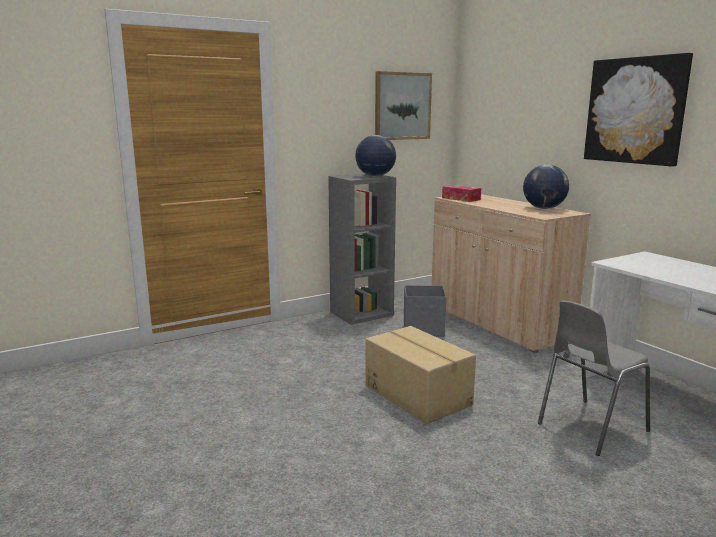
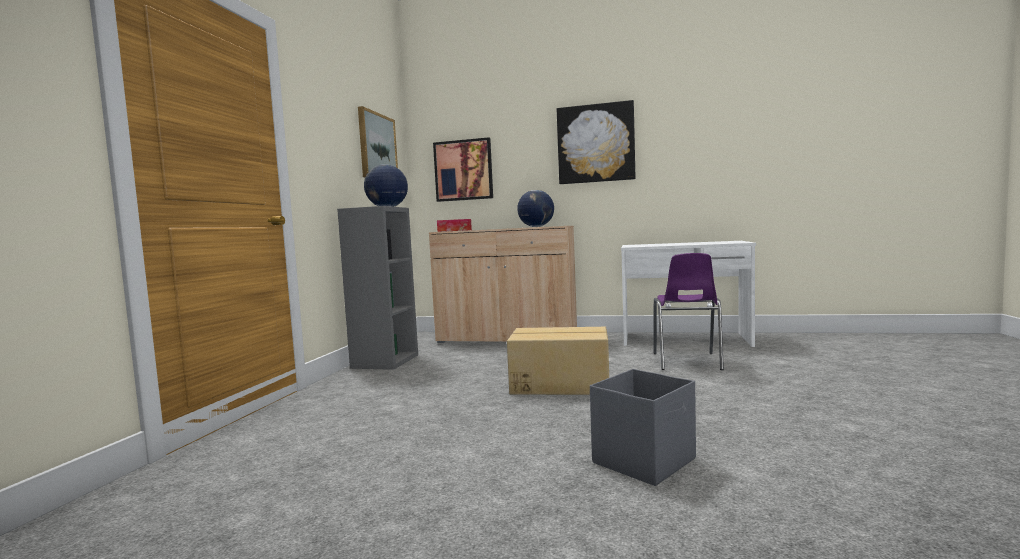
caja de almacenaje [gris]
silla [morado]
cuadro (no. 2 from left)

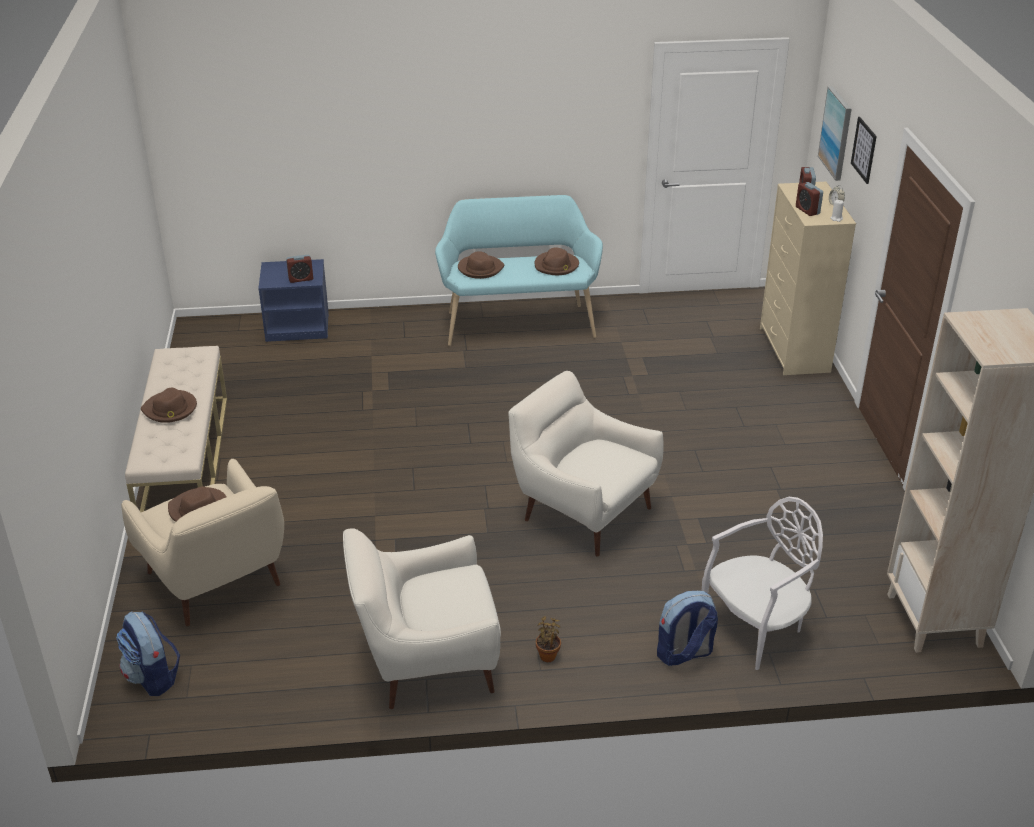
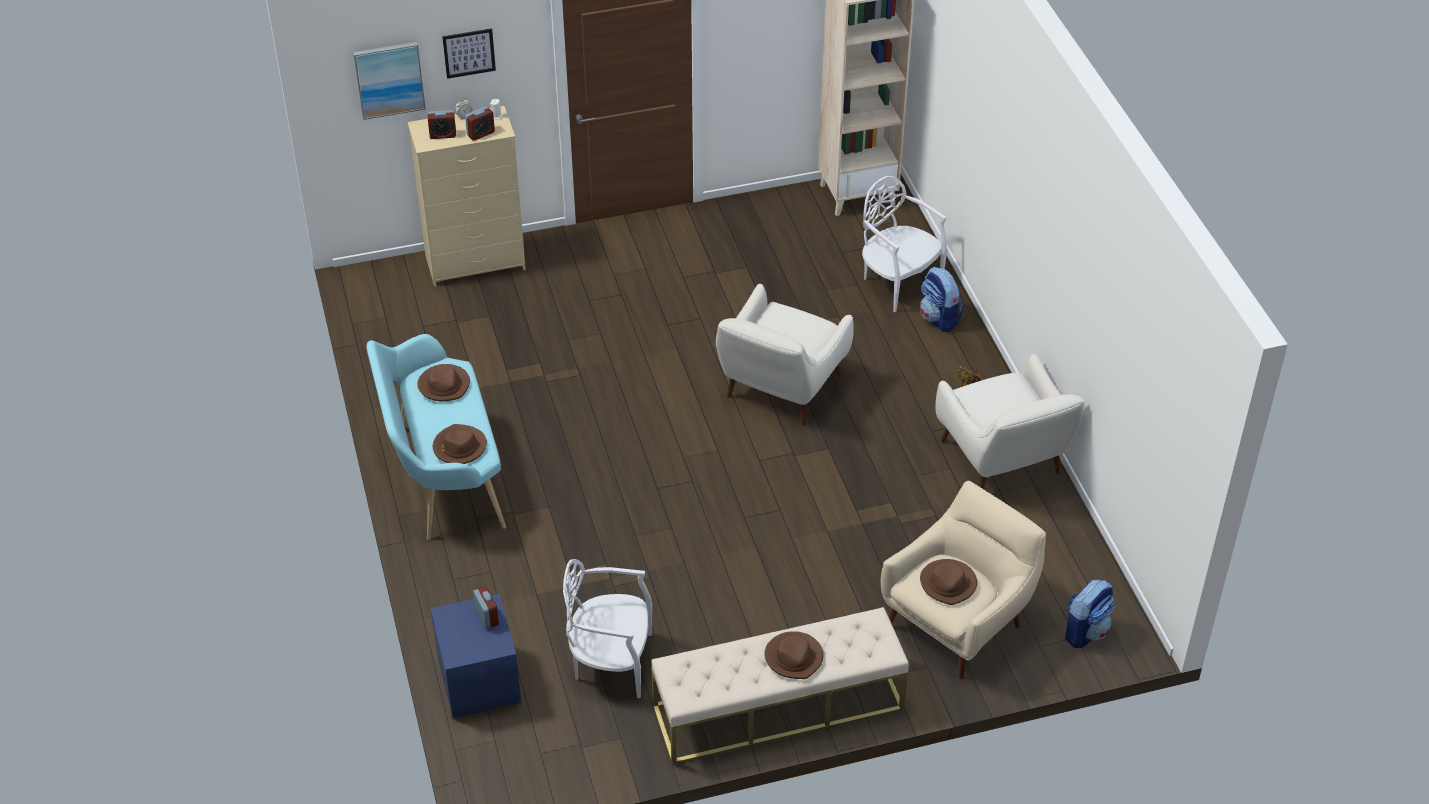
silla [blanco] (no. 1 from left)

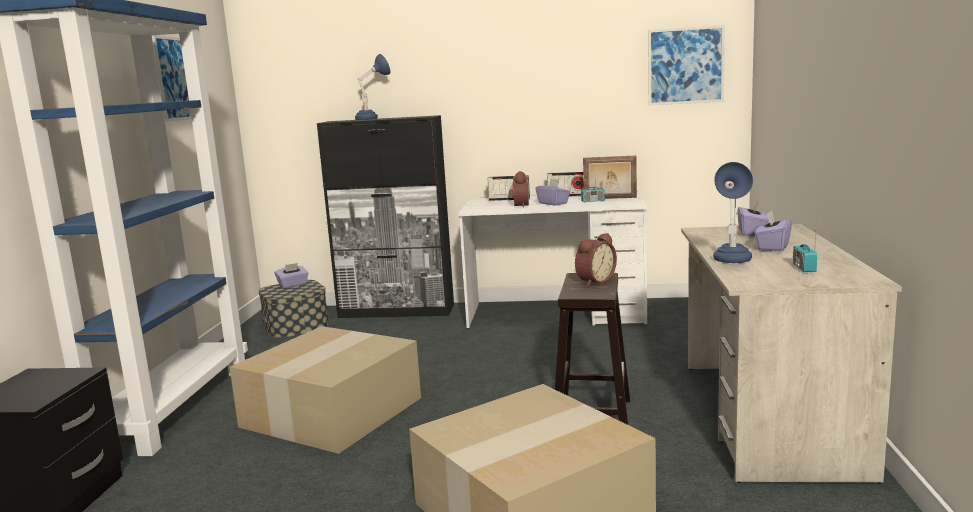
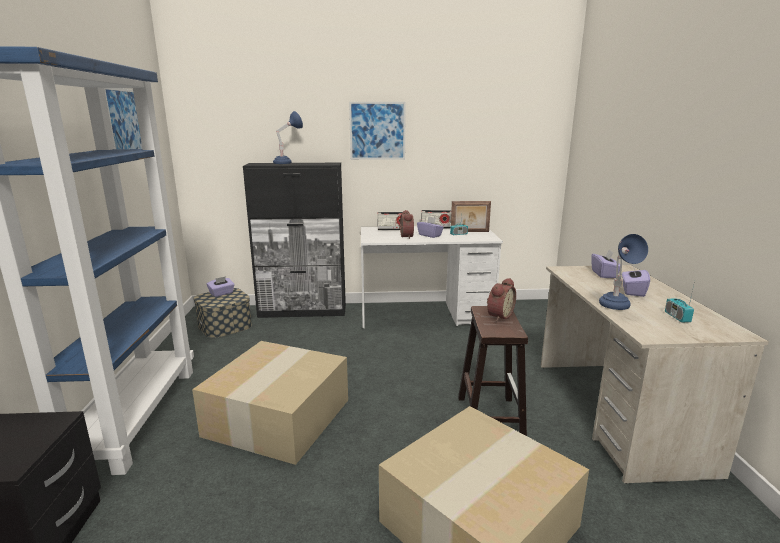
cuadro (no. 2 from left)

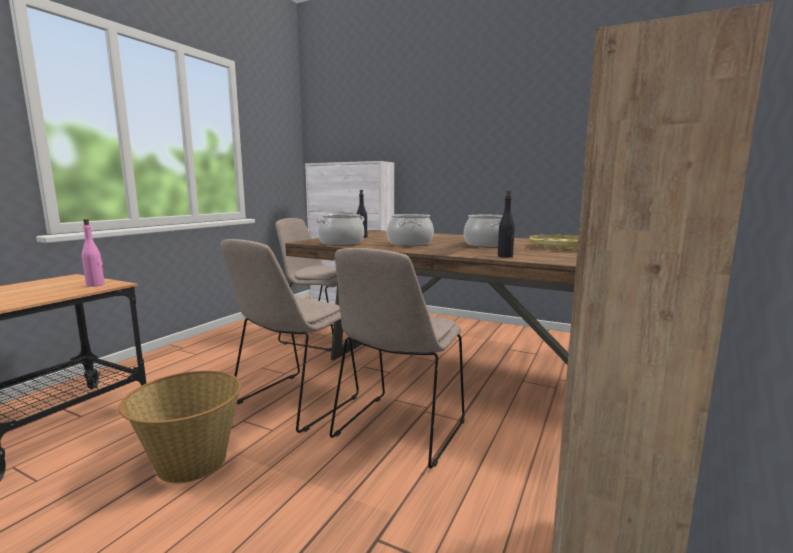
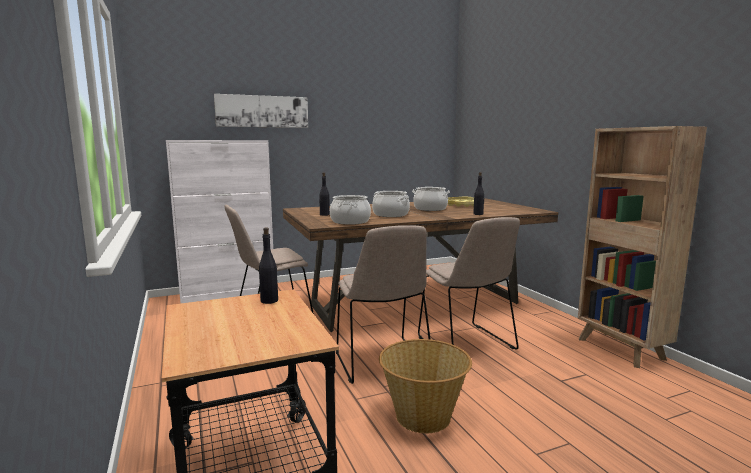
botella [negro] (no. 1 from left)
cuadro

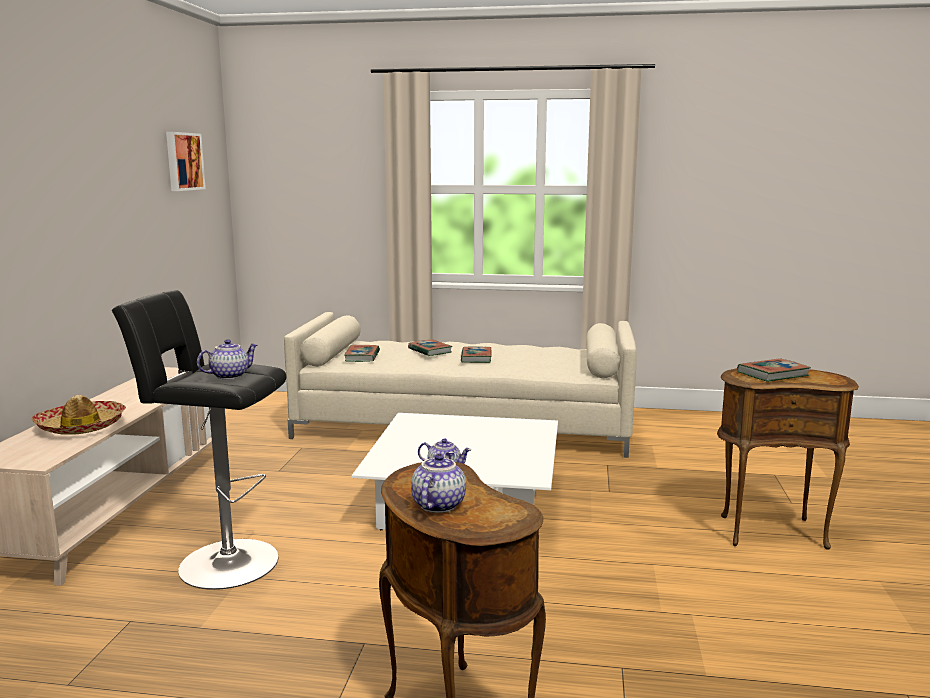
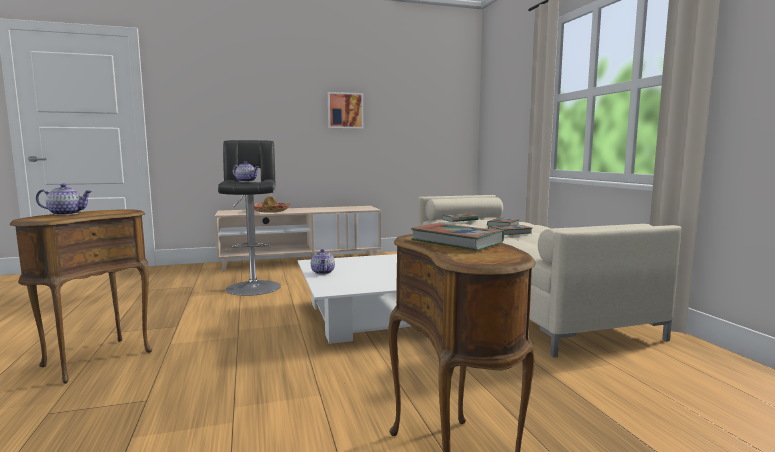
cuadro

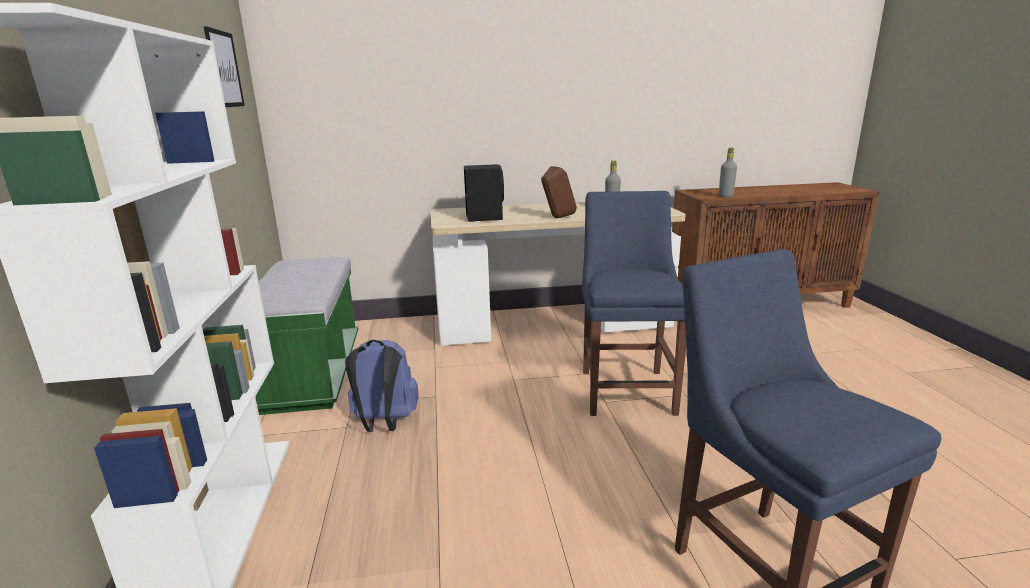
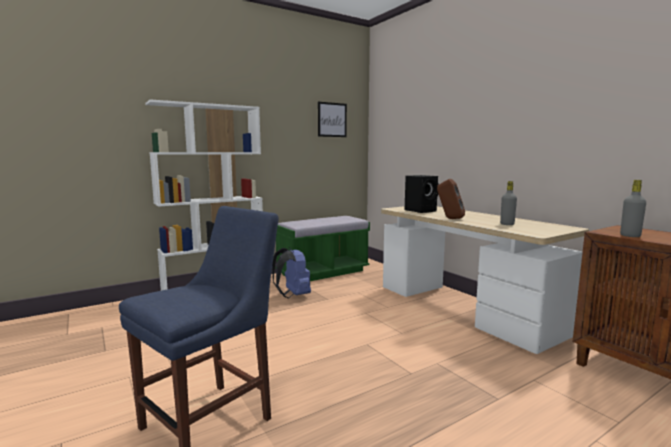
silla [azul] (no. 1 from left in the first image)

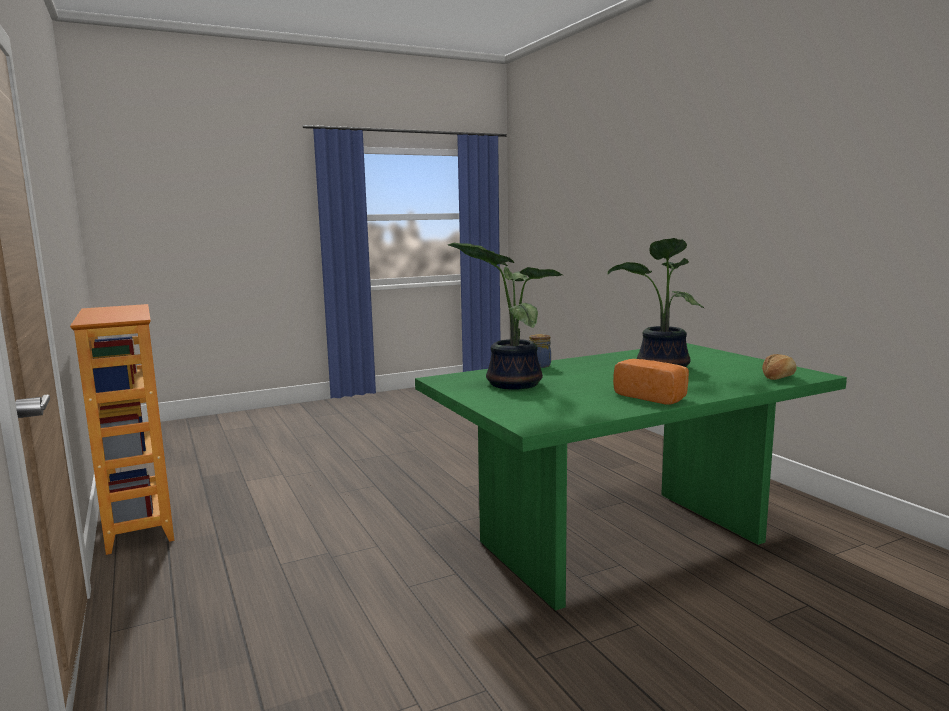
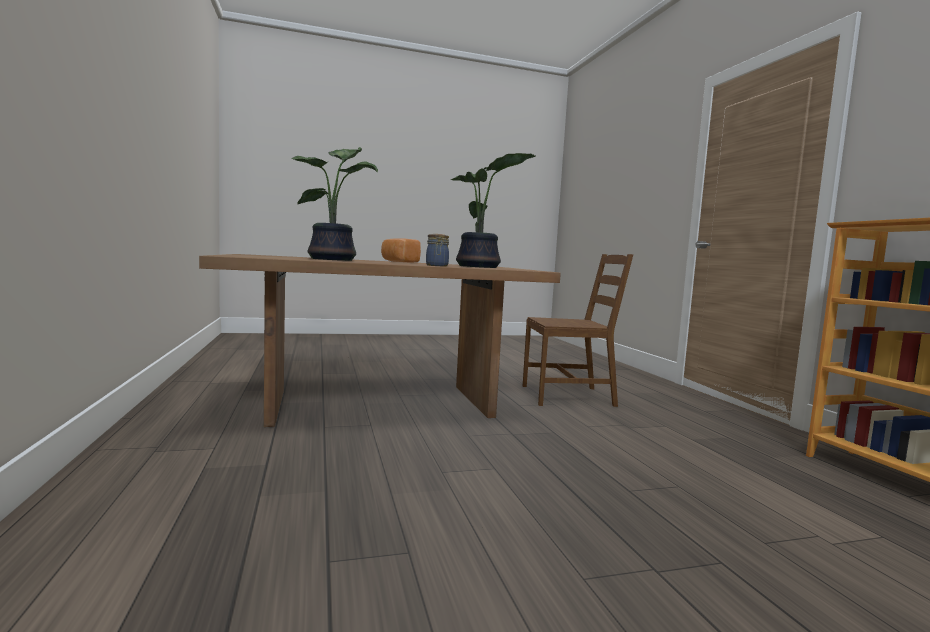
mesa de comedor [marrón]
pan (no. 2 from left in the first image)
silla [marrón]

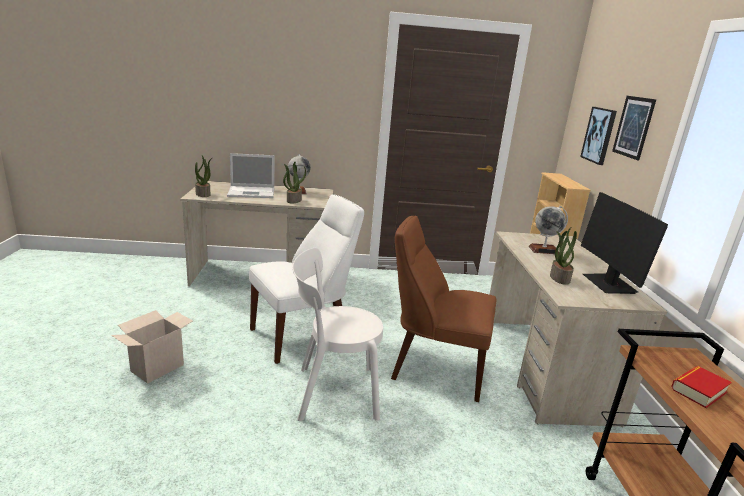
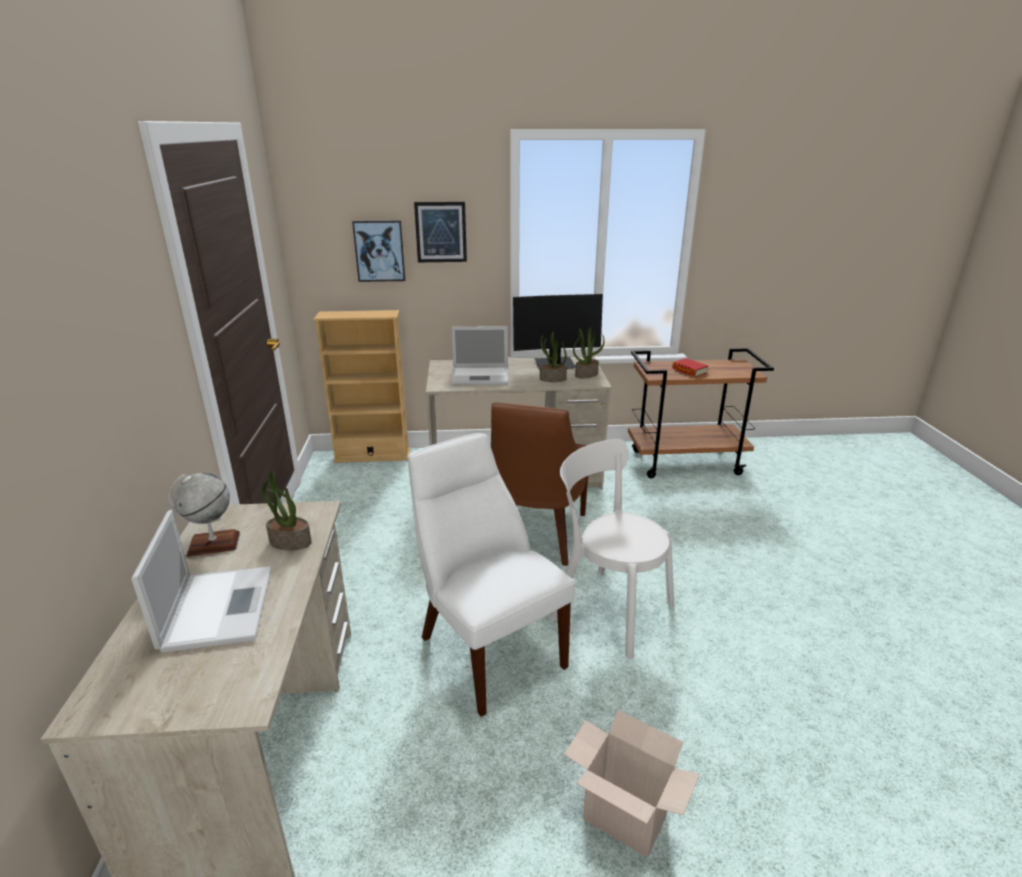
planta en maceta (no. 3 from left)
silla [blanco] (no. 2 from left)
portátil (no. 2 from left)

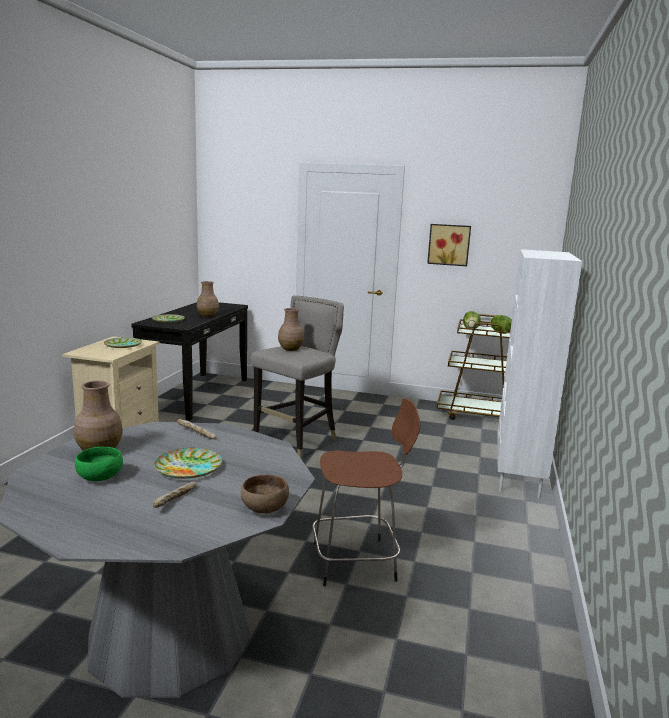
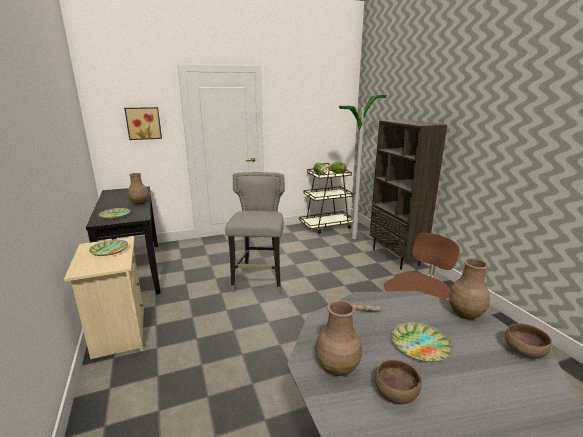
cuenco [marrón] (no. 1 from left)
pan (no. 1 from left in the first image)
florero [marrón] (no. 3 from left)
cuadro
estantería [marrón]
lámpara de pie

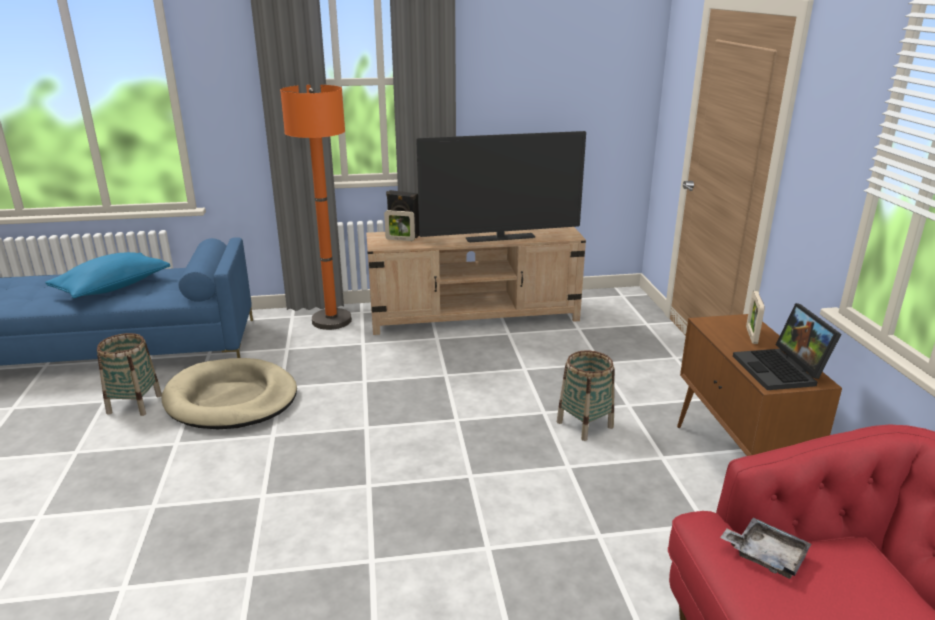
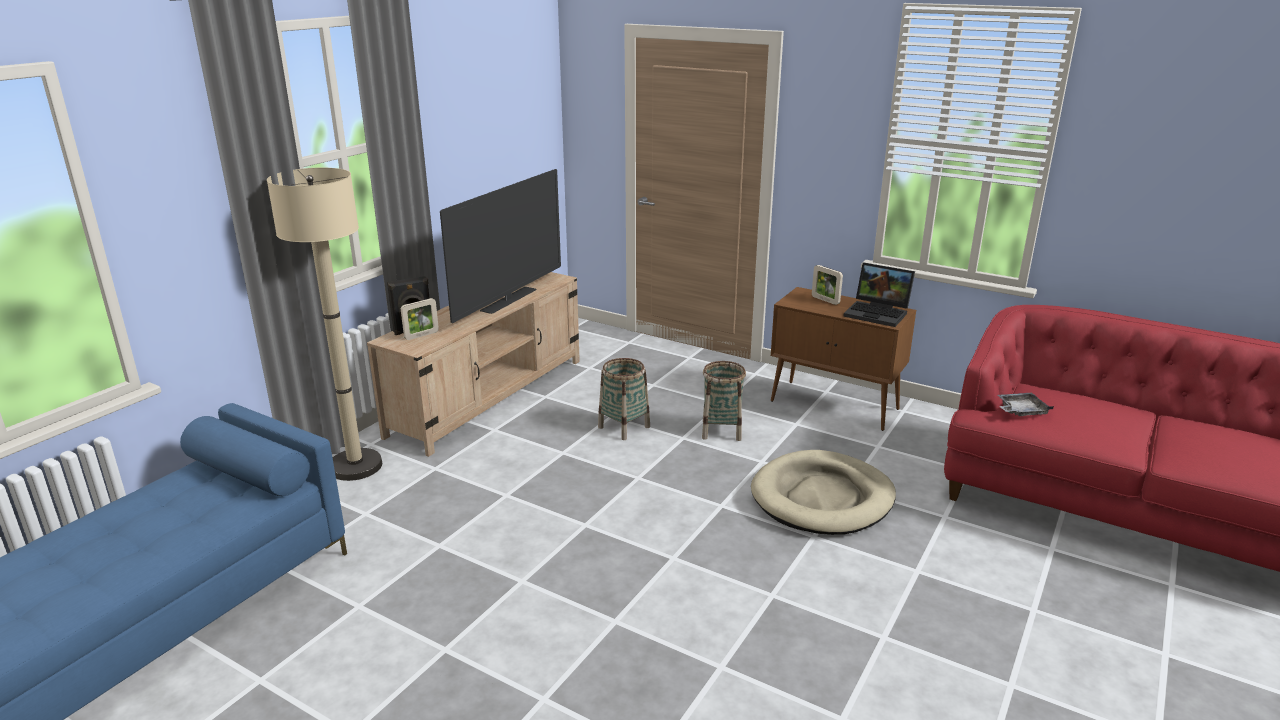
cojín [azul]
cesta (no. 1 from left)
cama para perro [beis]
lámpara de pie [beis]

